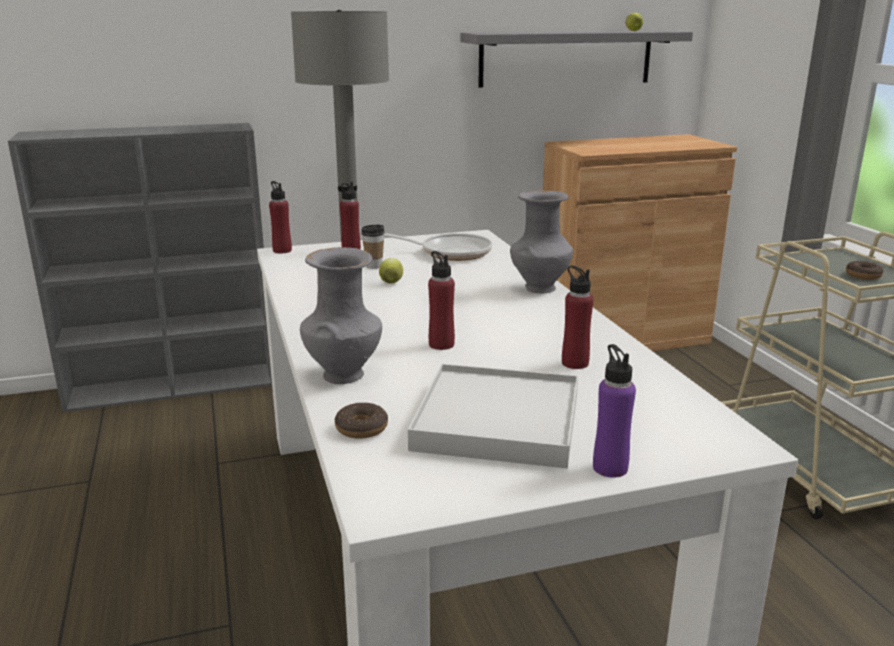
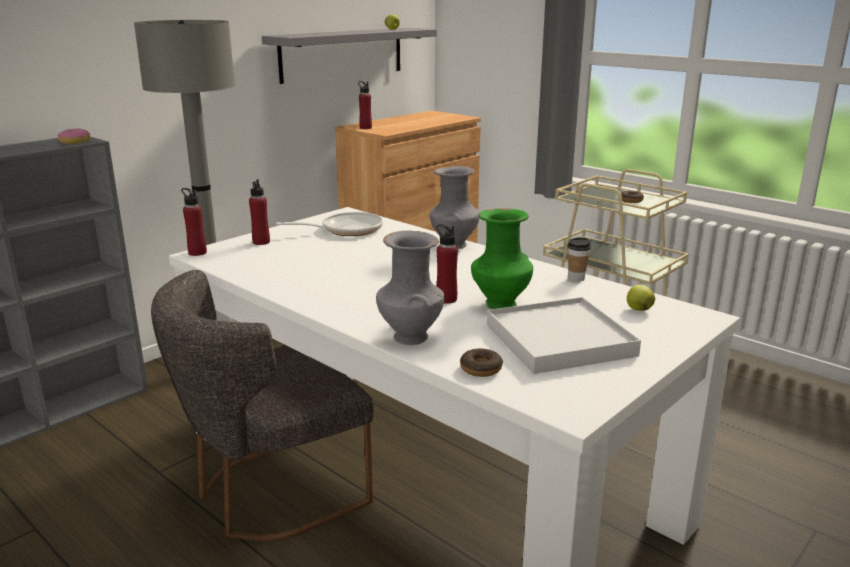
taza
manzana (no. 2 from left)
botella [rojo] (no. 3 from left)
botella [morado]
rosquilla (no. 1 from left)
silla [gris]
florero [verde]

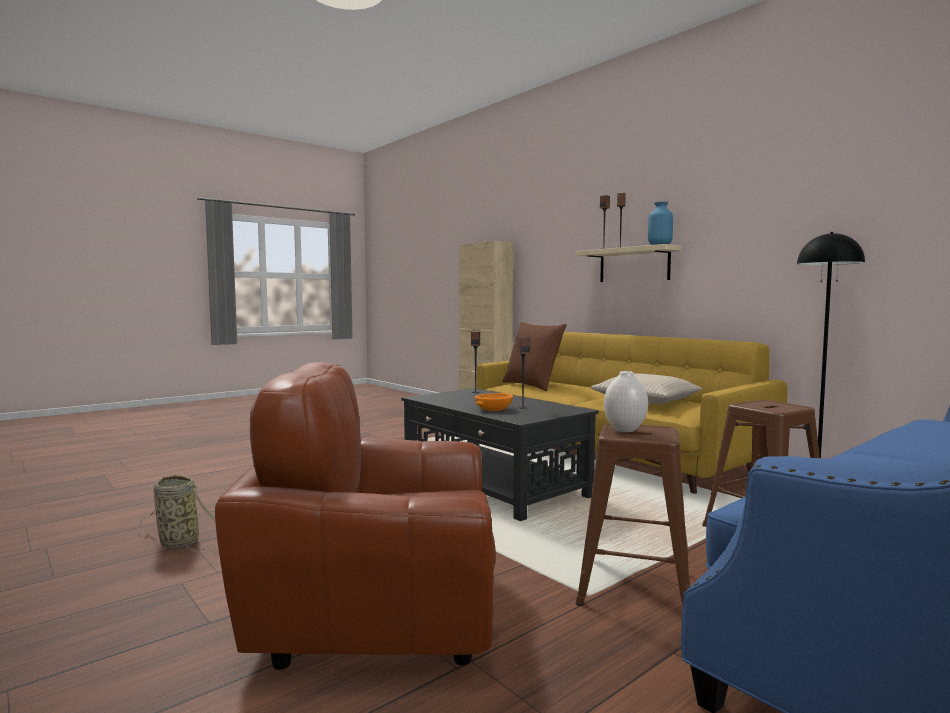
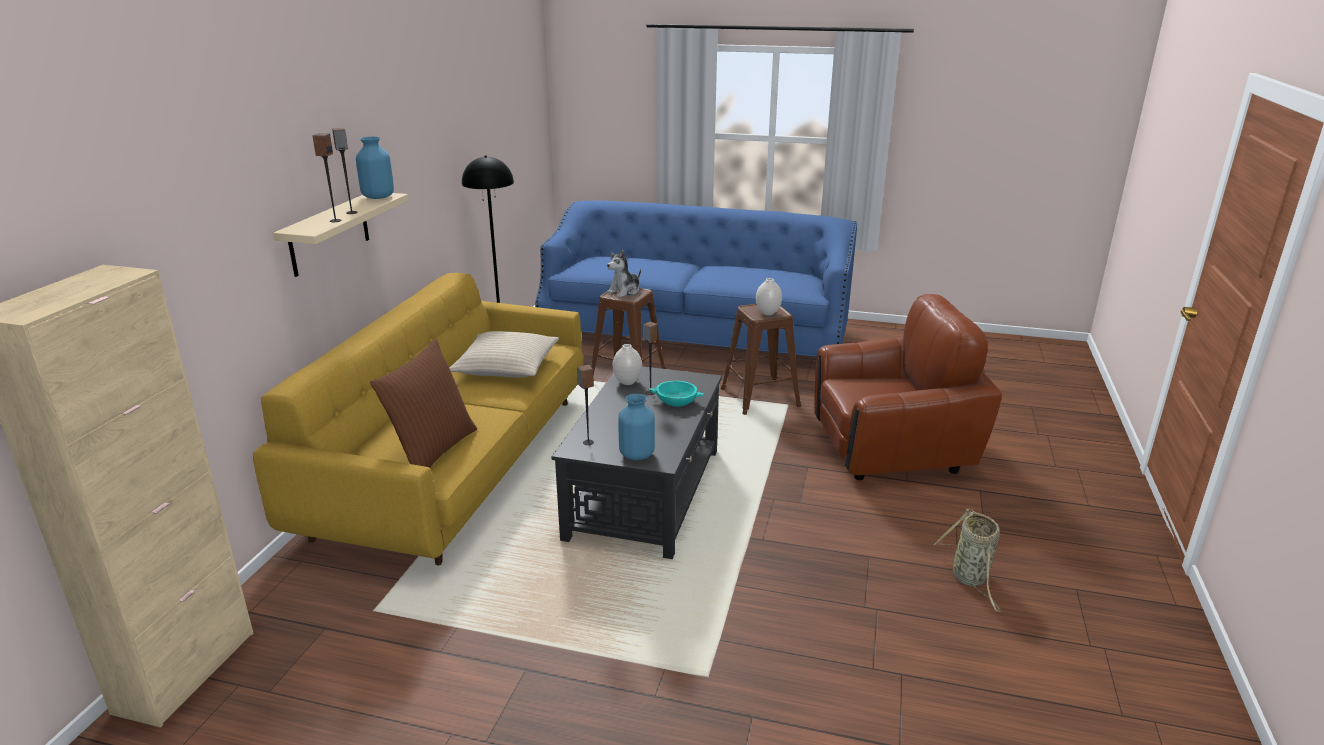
sillón [marrón]
cuenco [turquesa]
peluche
florero [blanco] (no. 1 from left)
florero [azul] (no. 2 from left)

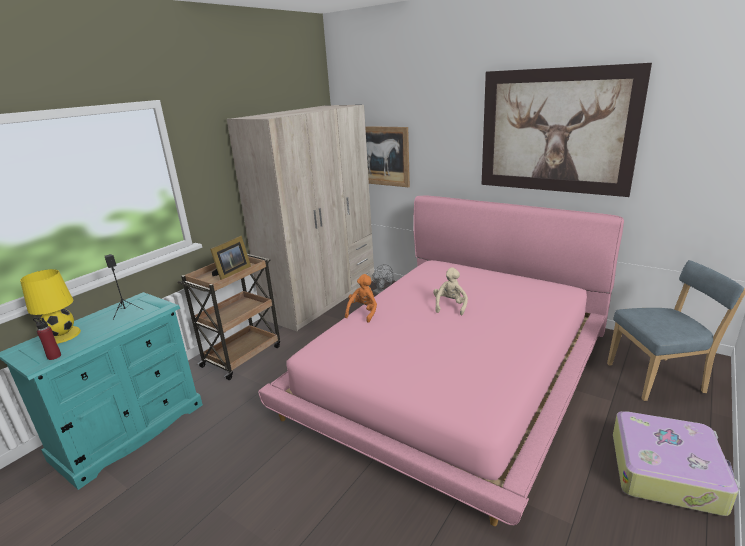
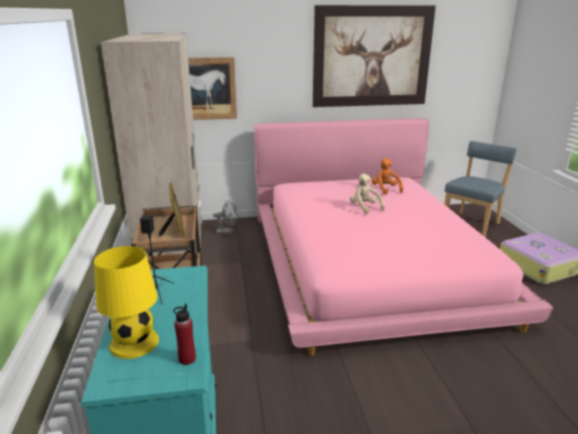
peluche [naranja]

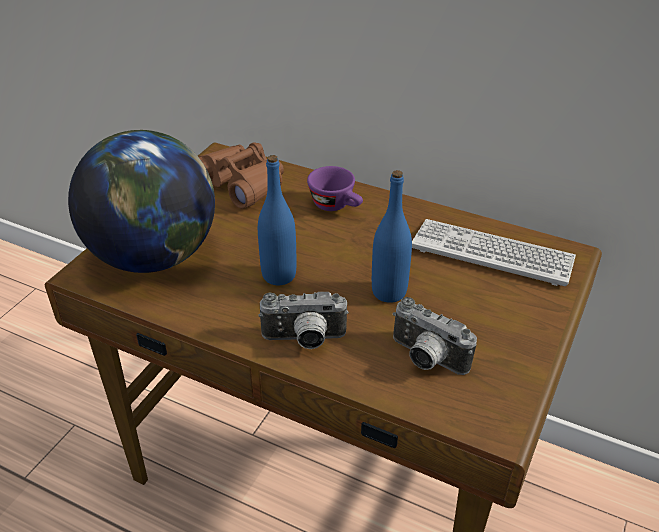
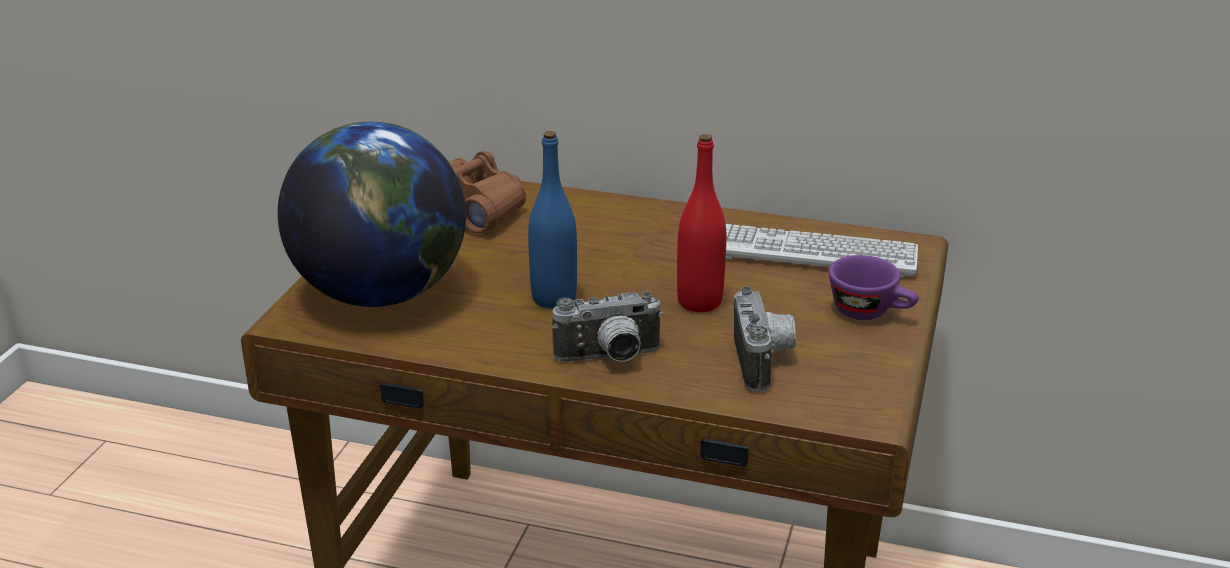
taza [morado]
botella [rojo]
cámara (no. 2 from left)

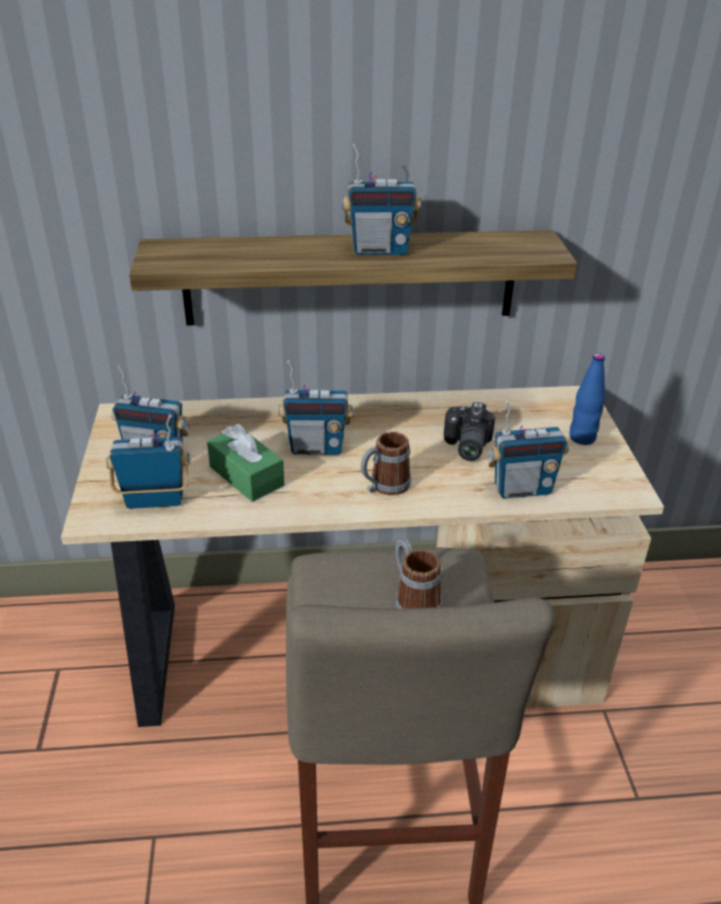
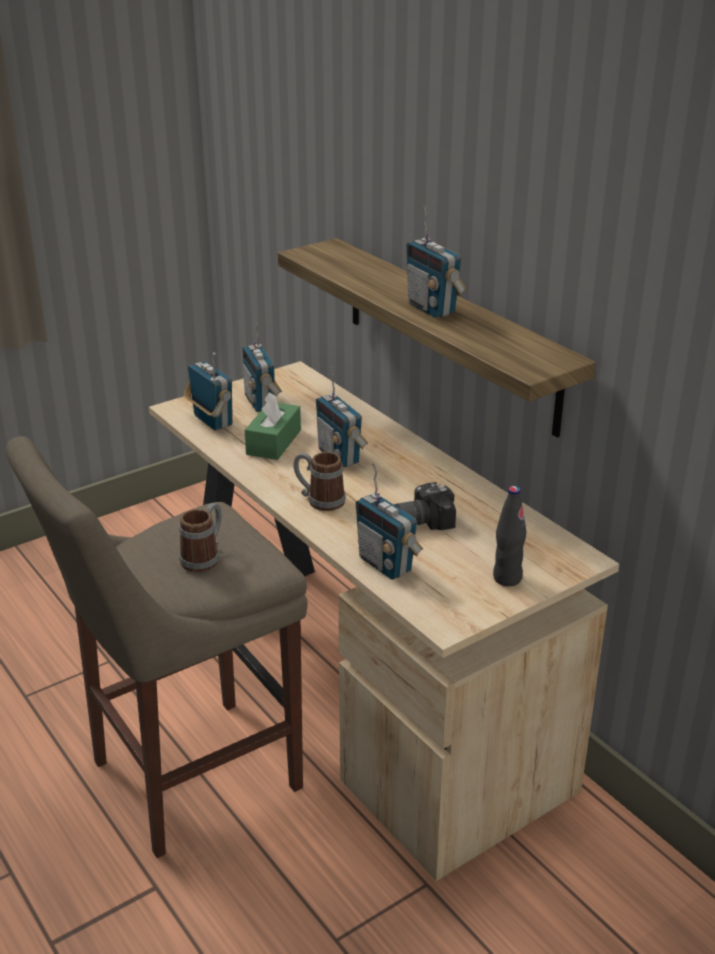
botella [negro]

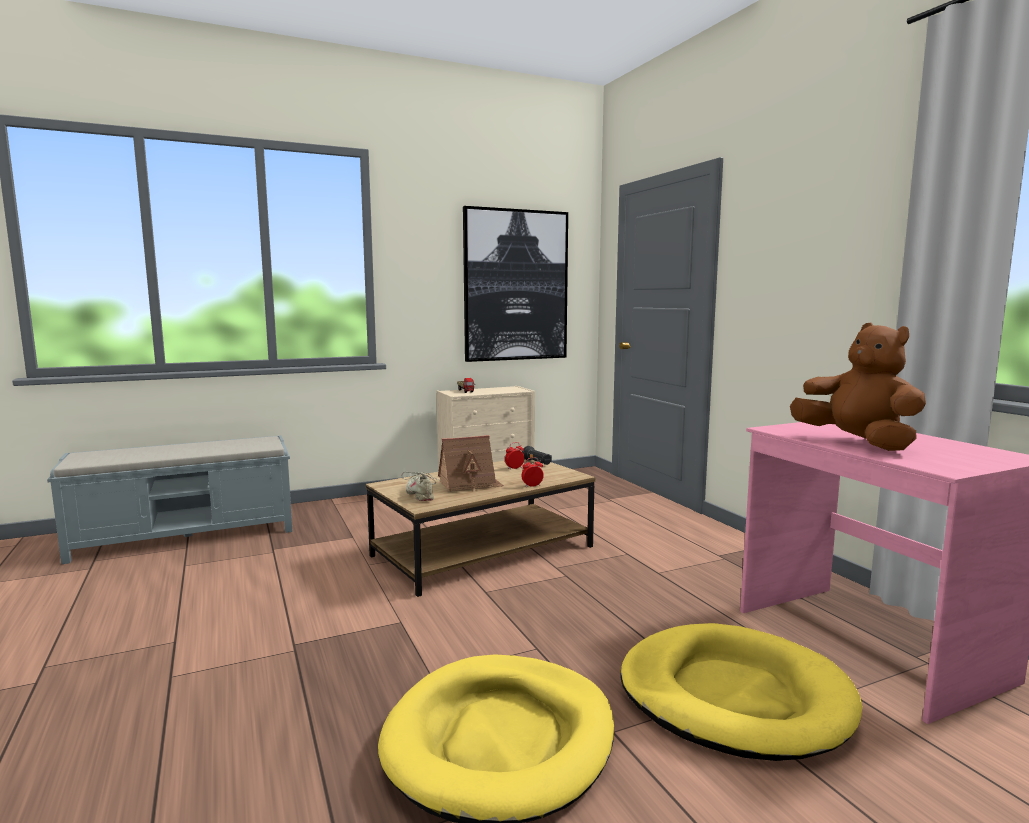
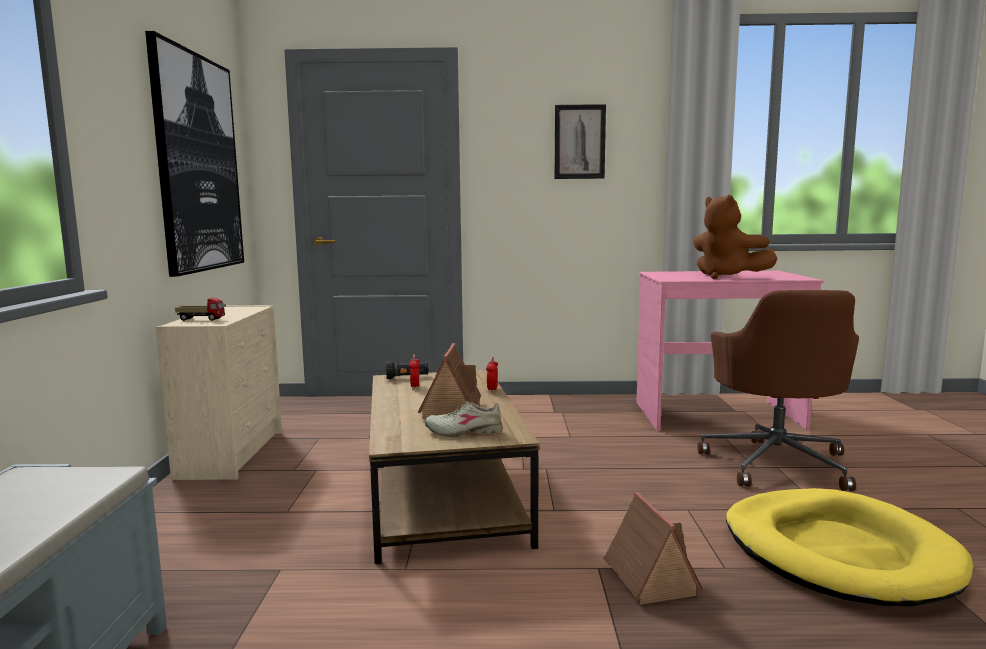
silla de oficina [marrón]
peluche [marrón]
cuadro (no. 2 from left)
casita (no. 2 from left)

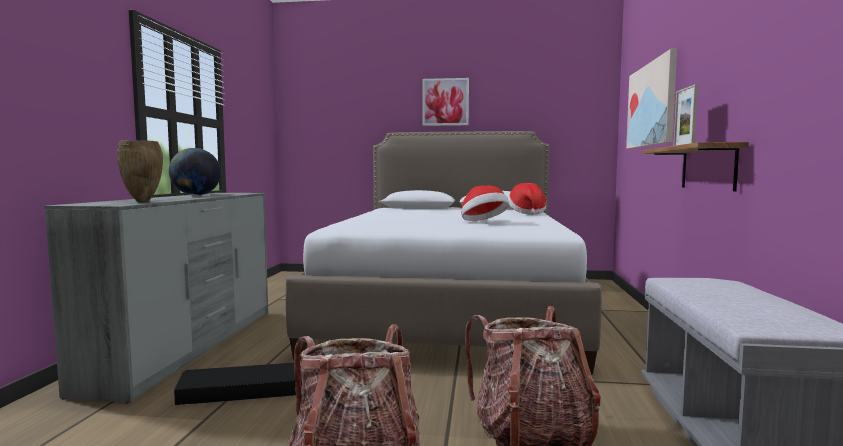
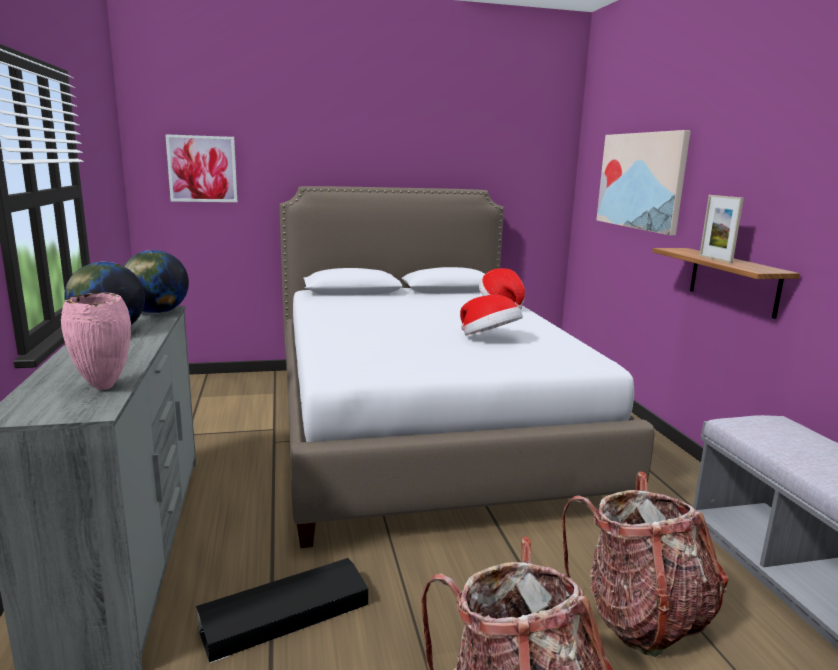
florero [rosa]
cuadro (no. 1 from left)
globo terráqueo (no. 2 from left)

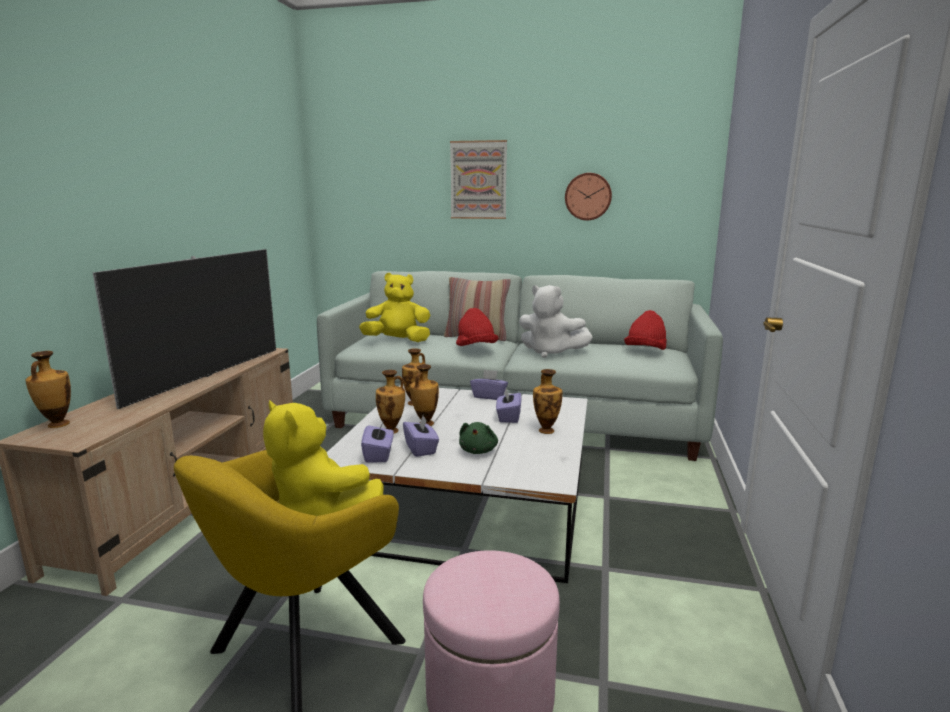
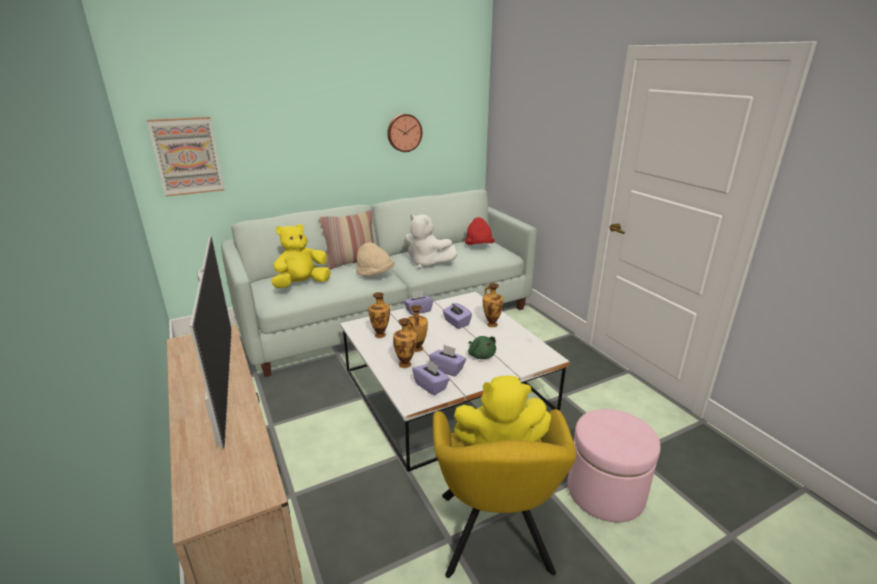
florero (no. 1 from left in the first image)
cuadro
sombrero [beis]
peluche [blanco]

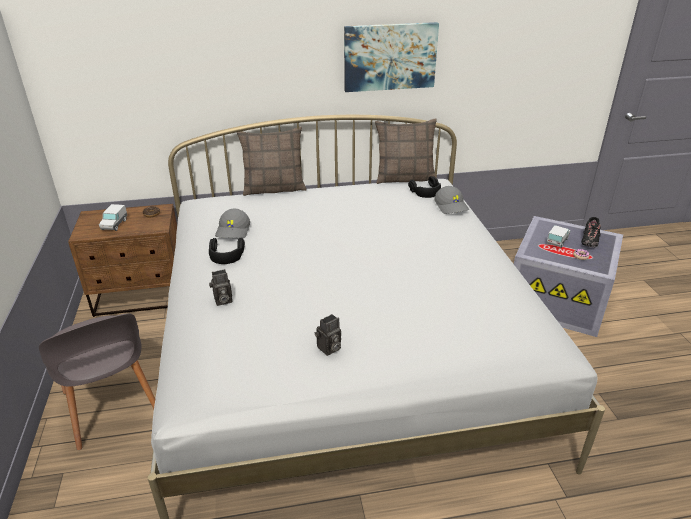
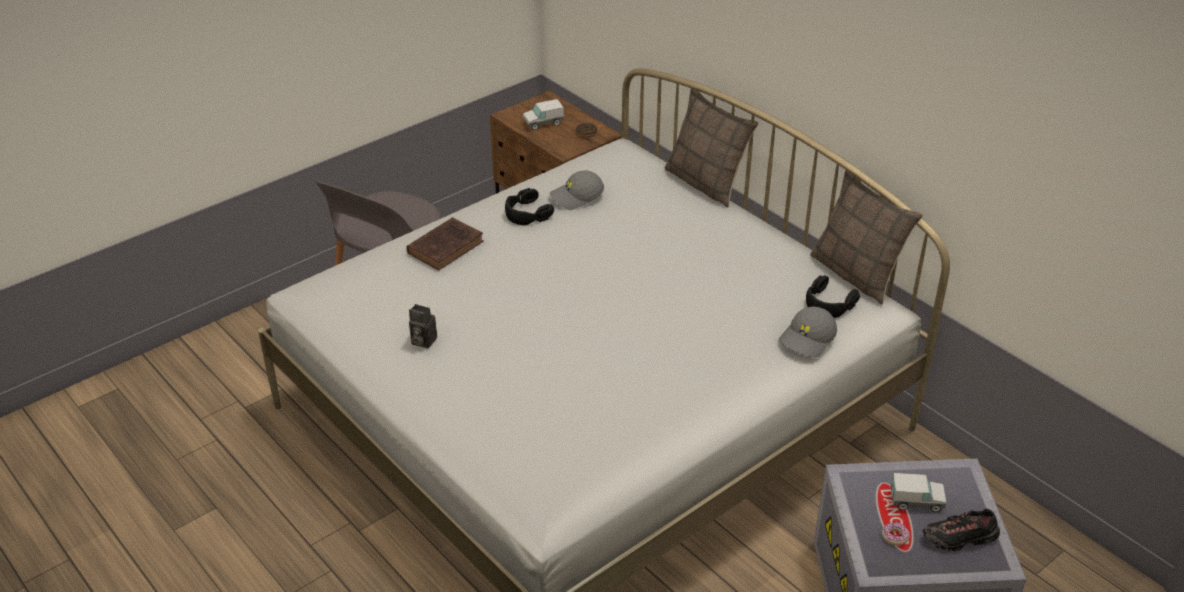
libro [marrón]
cuadro

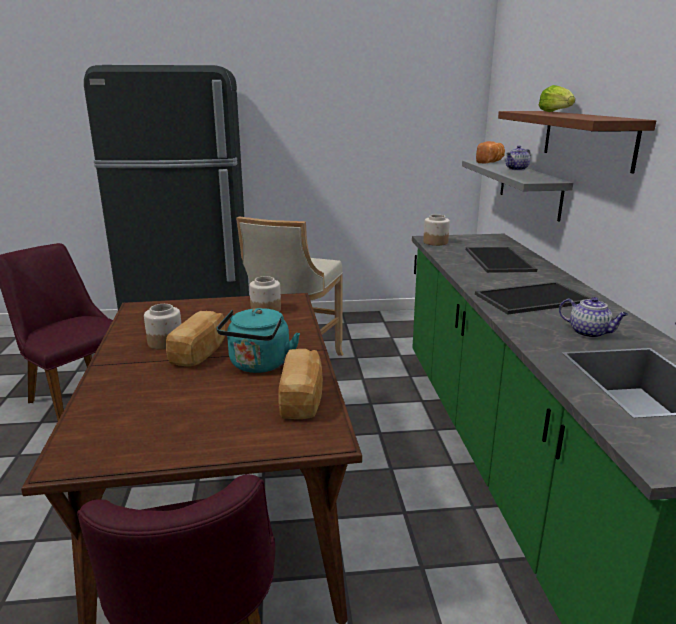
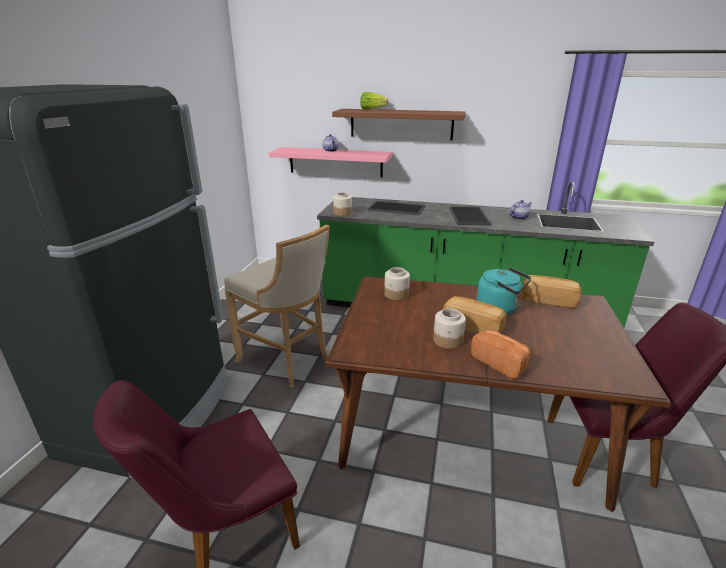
estante [rosa]
pan (no. 2 from left)

